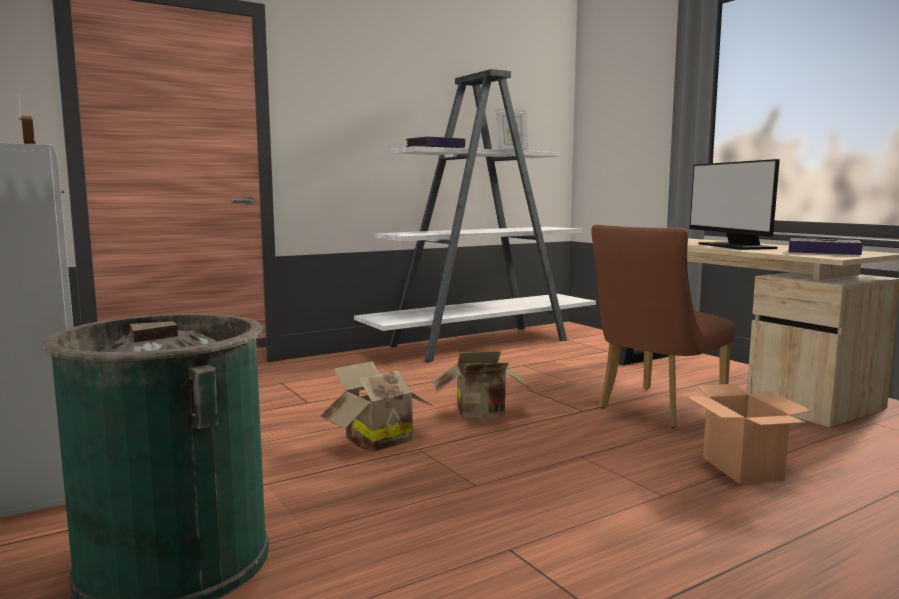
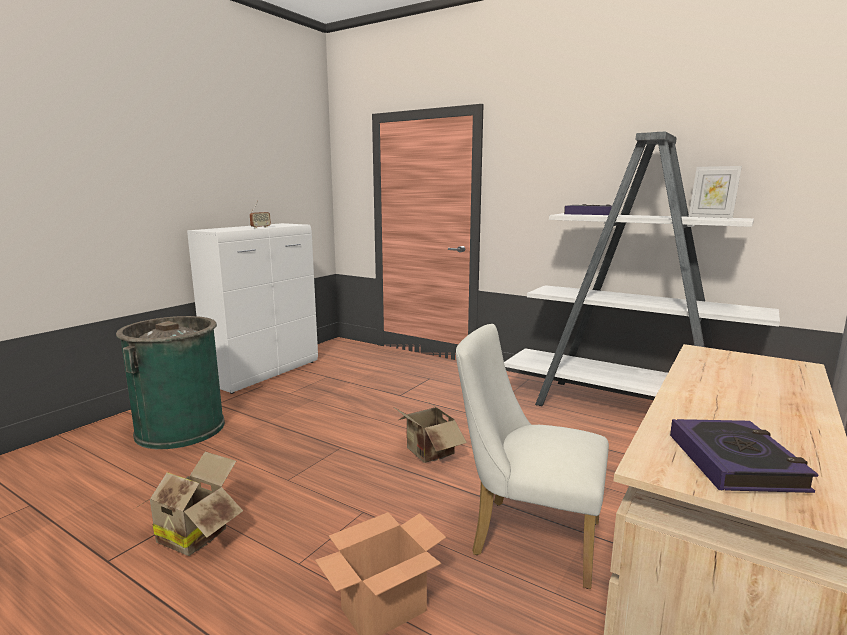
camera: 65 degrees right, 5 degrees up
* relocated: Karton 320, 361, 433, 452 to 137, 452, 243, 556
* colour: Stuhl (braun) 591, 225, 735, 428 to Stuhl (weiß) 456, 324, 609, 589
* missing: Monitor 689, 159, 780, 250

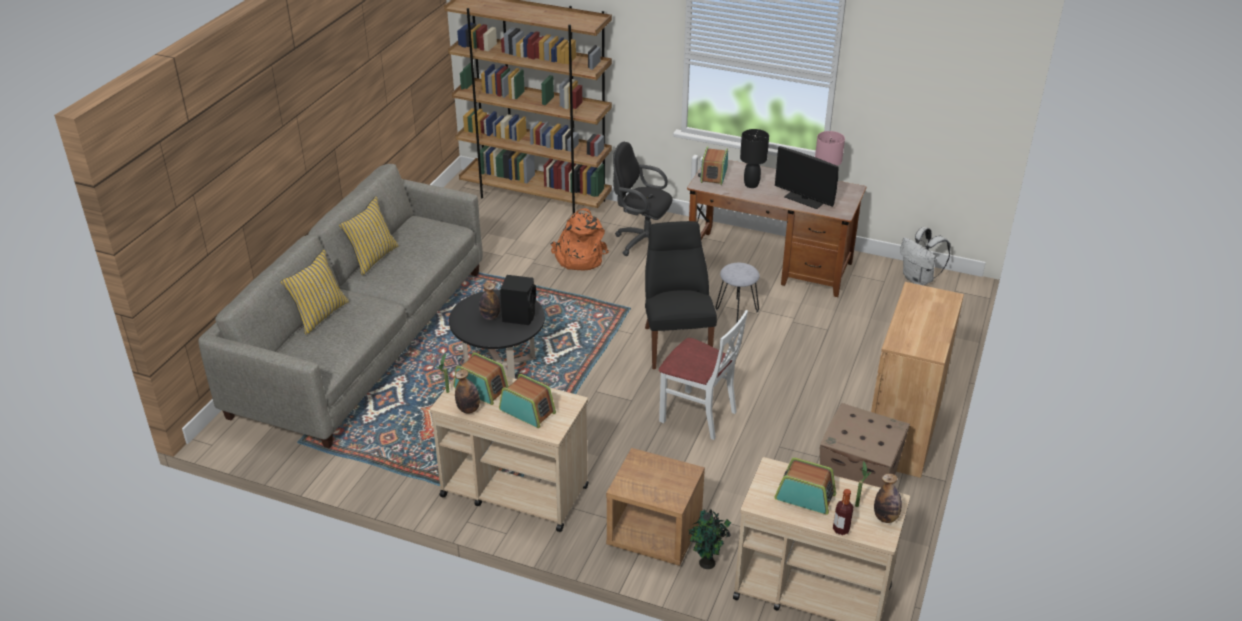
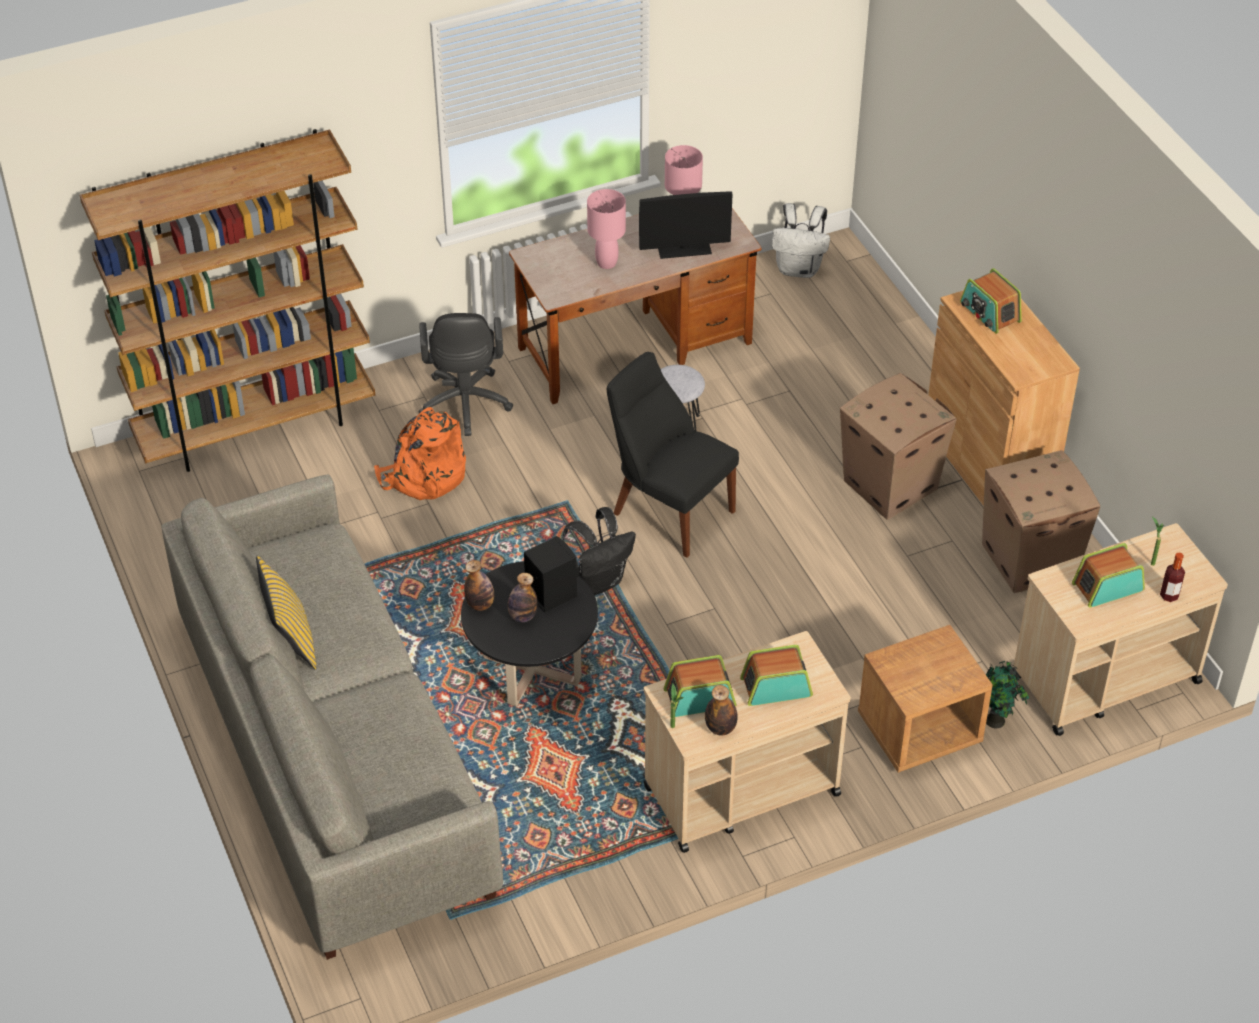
camera: 45 degrees left, 10 degrees up
* missing: Kissen (gelb) 280, 249, 349, 335
* spun: Bürostuhl (schwarz) 613, 142, 673, 256 = 419, 313, 513, 436 75 degrees counterclockwise
* missing: Stuhl (weiß) 659, 310, 748, 440
* relocated: Radio 698, 146, 728, 185 to 960, 268, 1022, 334
* colour: Tischlampe (schwarz) 740, 129, 769, 188 to Tischlampe (rosa) 587, 189, 626, 269
* relocated: Flasche 874, 473, 902, 523 to 464, 560, 494, 611
* appeared: Rucksack (schwarz) 562, 507, 636, 595
* appeared: Karton 840, 373, 957, 520

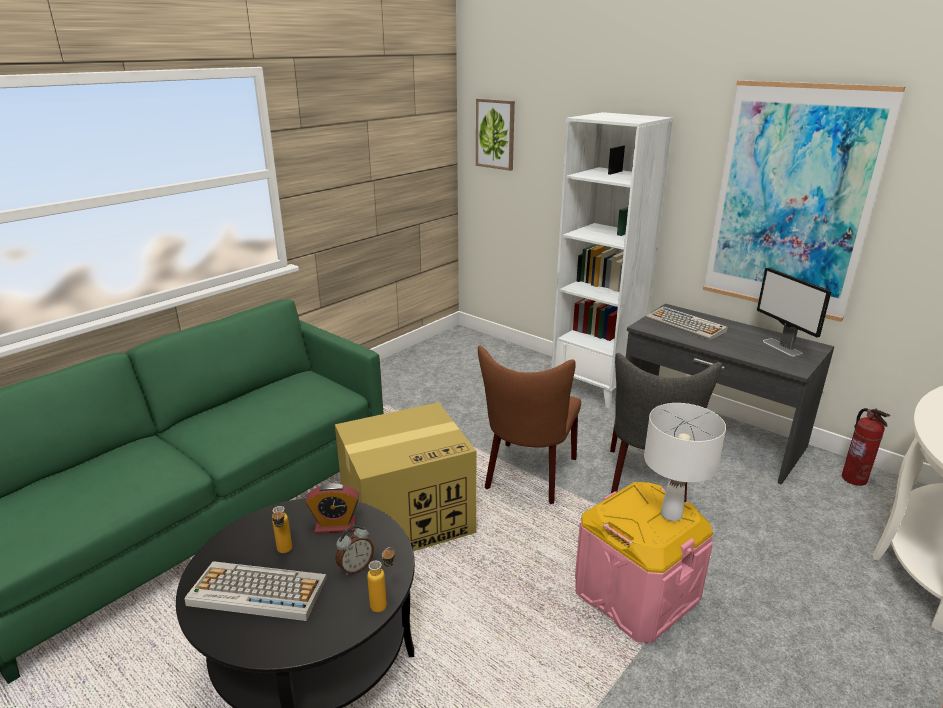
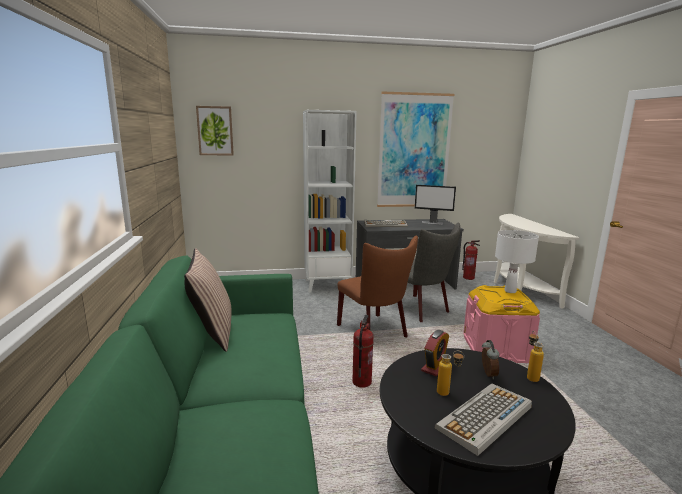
camera: 50 degrees left, 10 degrees down
* exchanged: Karton 335, 402, 476, 551 to Feuerlöscher 352, 315, 374, 388
* appeared: Kissen 184, 248, 231, 352

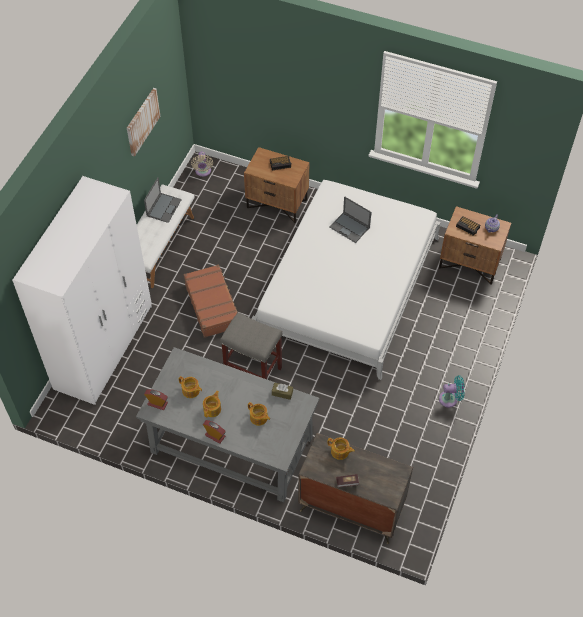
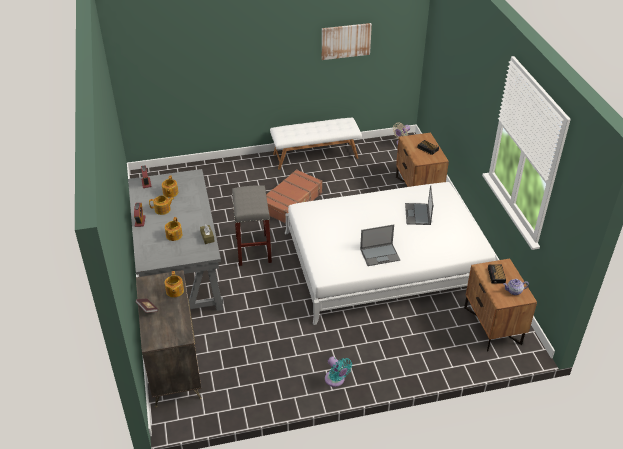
camera: 55 degrees right, 15 degrees down
* missing: Kleiderschrank (weiß) 12, 176, 152, 405
* relocated: Laptop 144, 177, 182, 223 to 360, 224, 400, 266

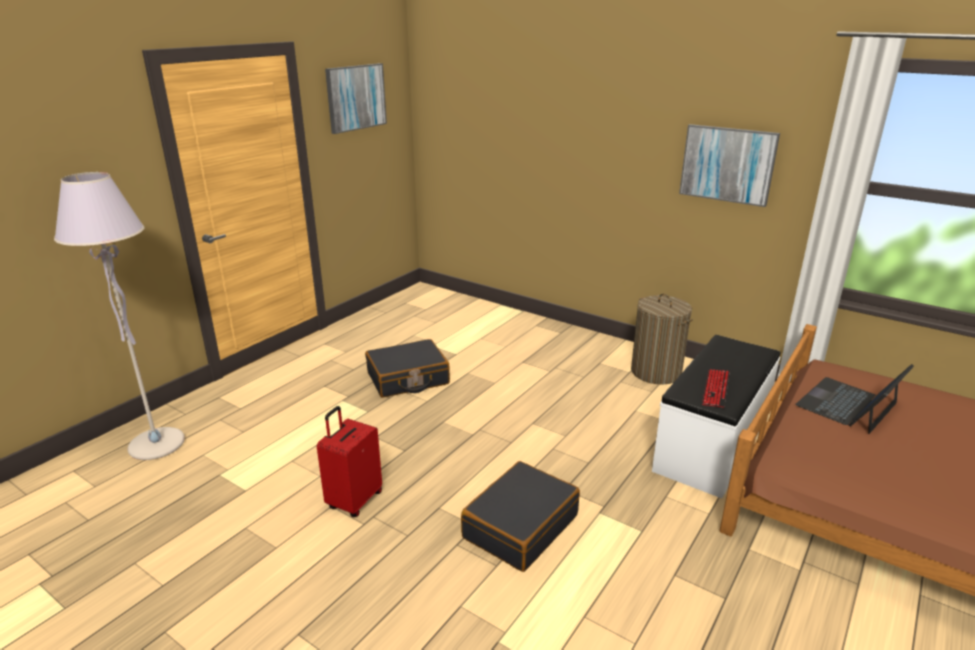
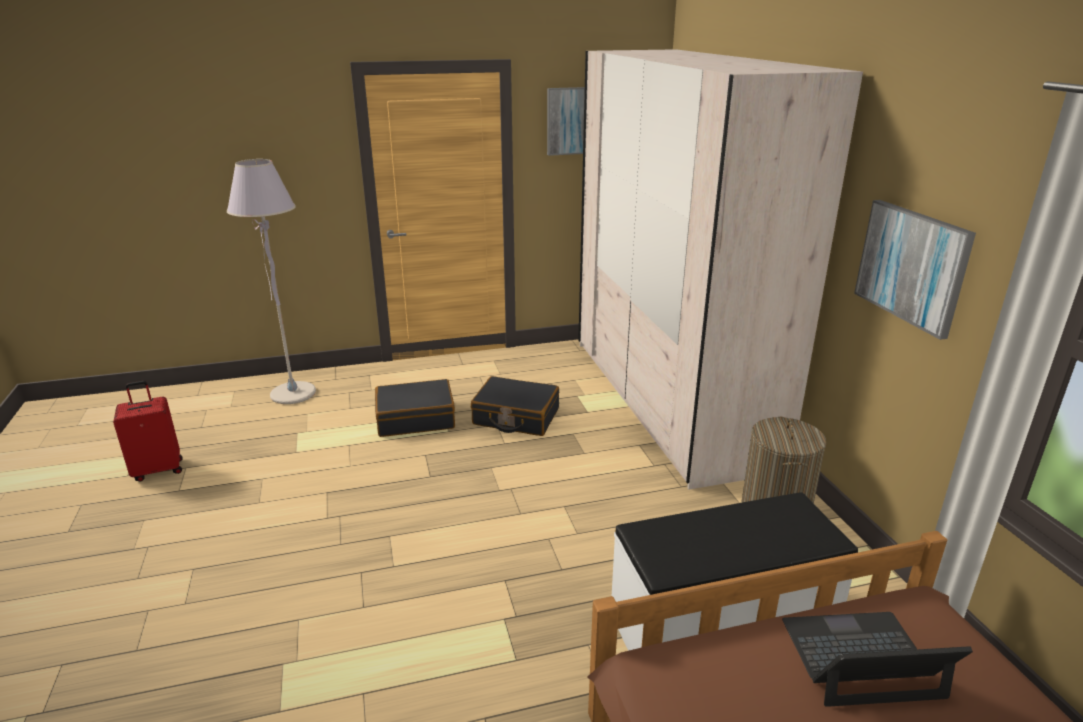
camera: 40 degrees right, 0 degrees up
* relocated: Koffer (rot) 317, 406, 382, 517 to 113, 381, 182, 482
* relocated: Koffer (schwarz) 461, 461, 580, 572 to 375, 379, 455, 437
* missing: Tastatur 702, 369, 729, 407
* appeared: Kleiderschrank (beige) 578, 49, 863, 490

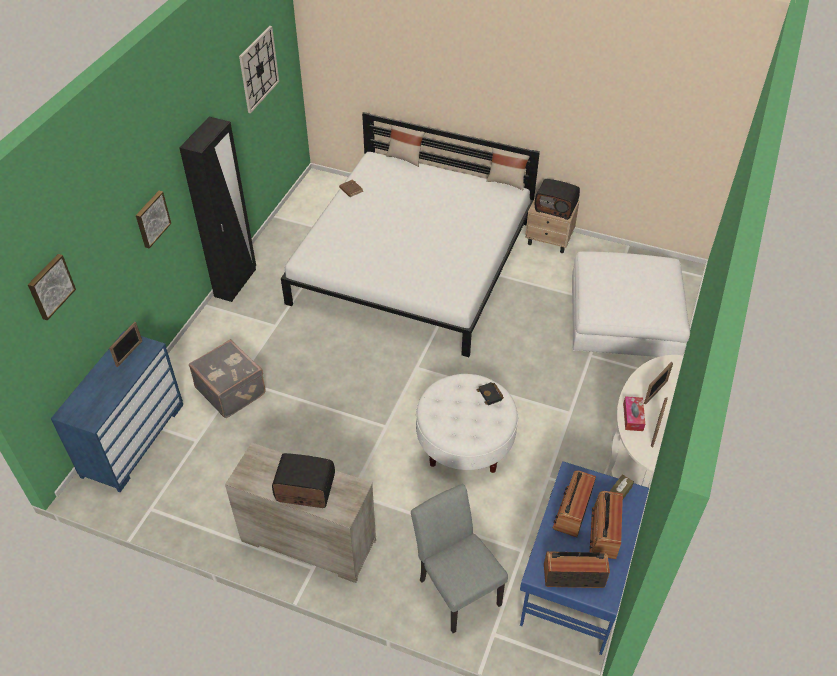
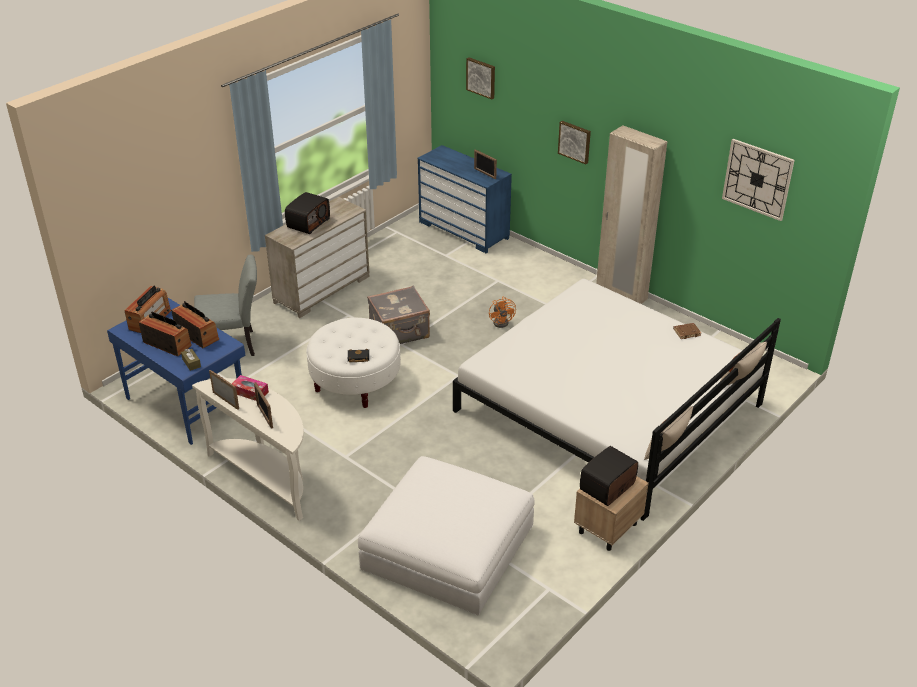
camera: 110 degrees right, 10 degrees down
* colour: Kleiderschrank (schwarz) 179, 117, 256, 302 to Kleiderschrank (beige) 596, 125, 667, 304
* relocated: Koffer (grau) 189, 339, 266, 418 to 367, 286, 430, 344
* appeared: Ventilator (orange) 489, 297, 516, 328

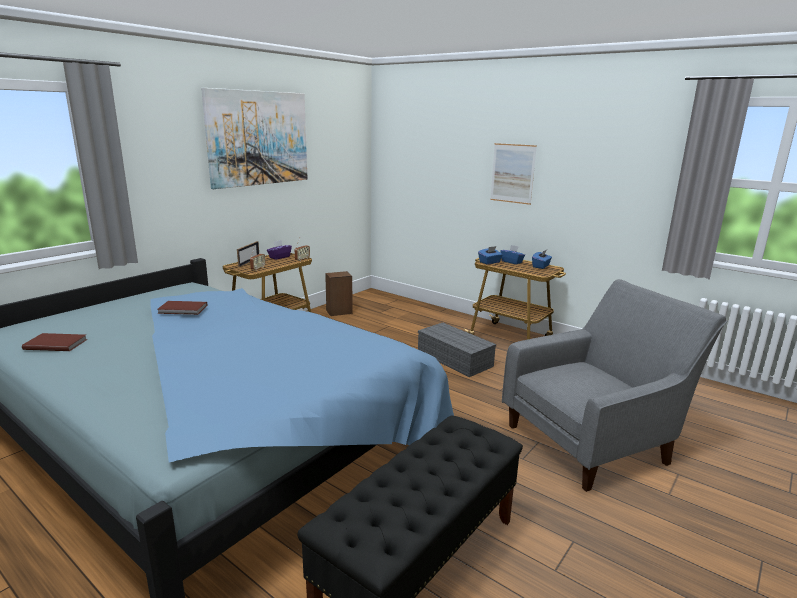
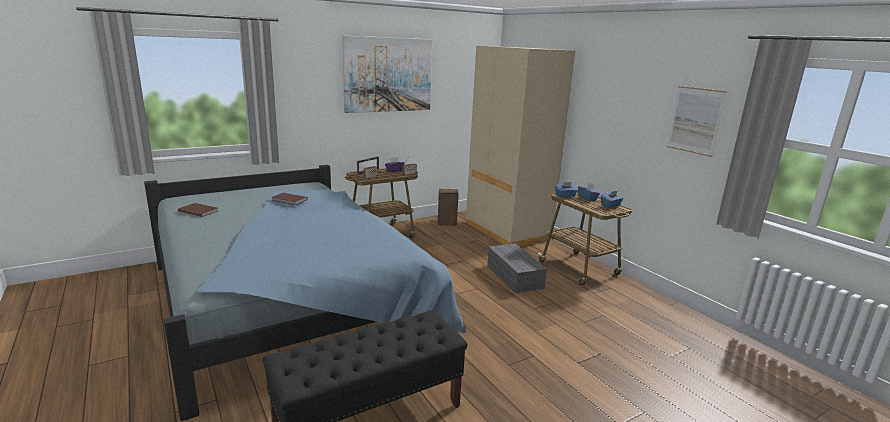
camera: 20 degrees right, 0 degrees up
* relocated: Bild 490, 143, 537, 205 to 667, 86, 727, 157
* missing: Sessel (grau) 502, 279, 727, 492
* appeared: Kleiderschrank (beige) 466, 46, 575, 247

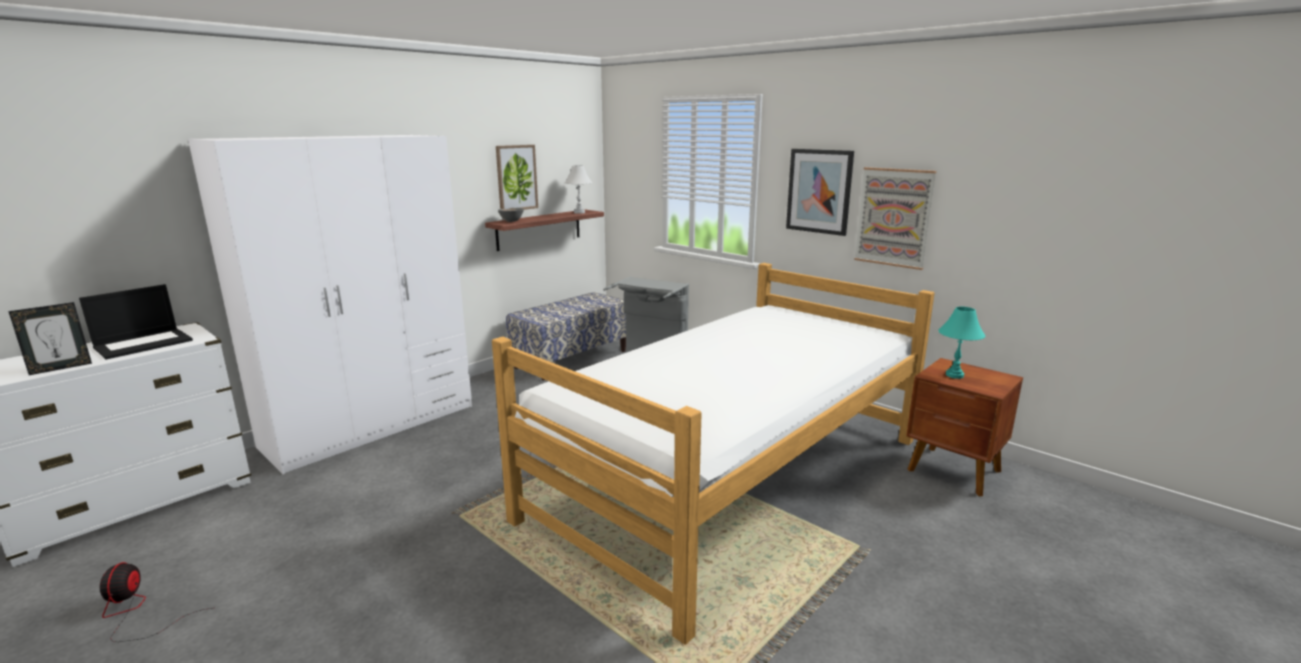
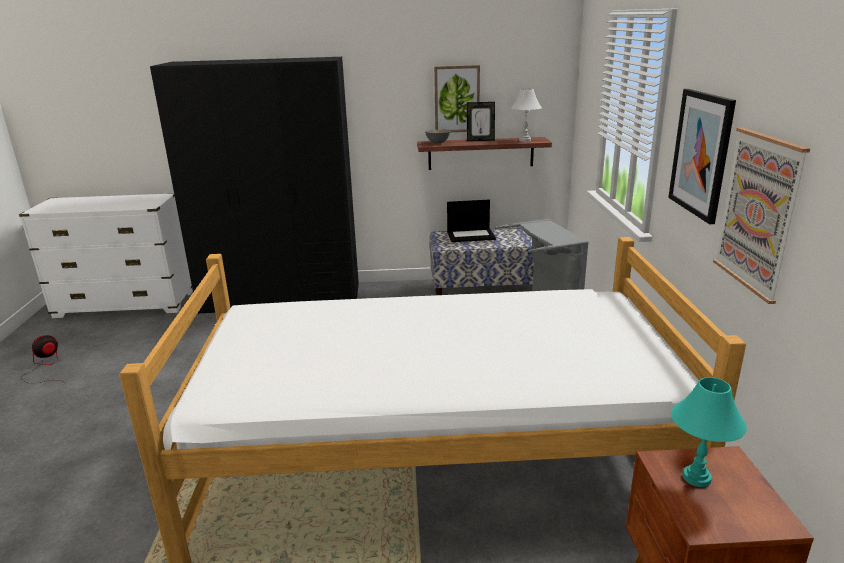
camera: 45 degrees right, 5 degrees up
* relocated: Bilderrahmen 8, 302, 92, 375 to 467, 102, 495, 141
* relocated: Laptop 79, 284, 193, 359 to 447, 200, 496, 242
* colour: Kleiderschrank (weiß) 188, 135, 472, 474 to Kleiderschrank (schwarz) 150, 56, 359, 314

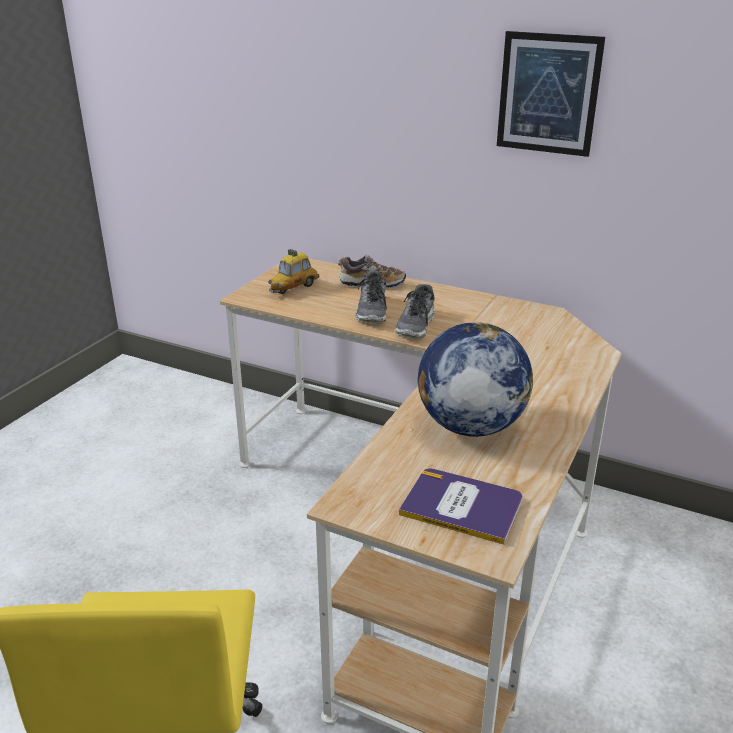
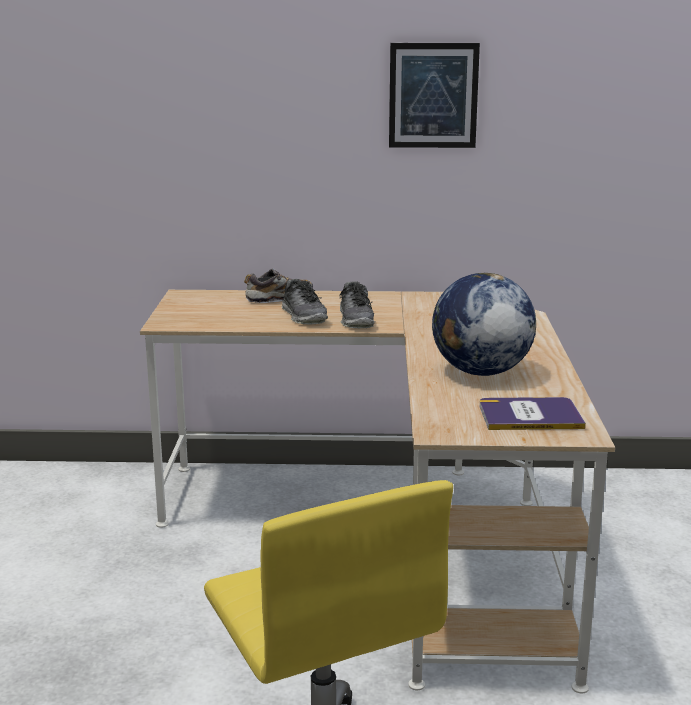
camera: 25 degrees left, 10 degrees down
* missing: Spielzeugauto 268, 249, 320, 294

